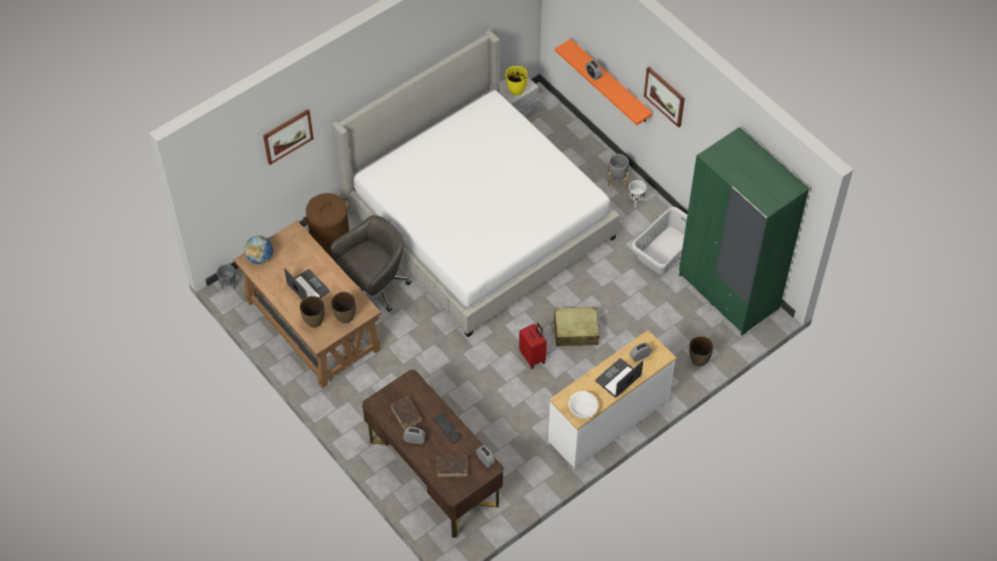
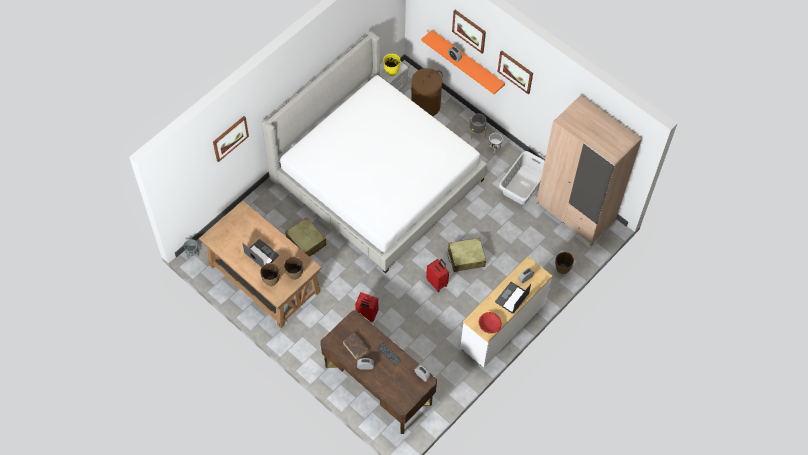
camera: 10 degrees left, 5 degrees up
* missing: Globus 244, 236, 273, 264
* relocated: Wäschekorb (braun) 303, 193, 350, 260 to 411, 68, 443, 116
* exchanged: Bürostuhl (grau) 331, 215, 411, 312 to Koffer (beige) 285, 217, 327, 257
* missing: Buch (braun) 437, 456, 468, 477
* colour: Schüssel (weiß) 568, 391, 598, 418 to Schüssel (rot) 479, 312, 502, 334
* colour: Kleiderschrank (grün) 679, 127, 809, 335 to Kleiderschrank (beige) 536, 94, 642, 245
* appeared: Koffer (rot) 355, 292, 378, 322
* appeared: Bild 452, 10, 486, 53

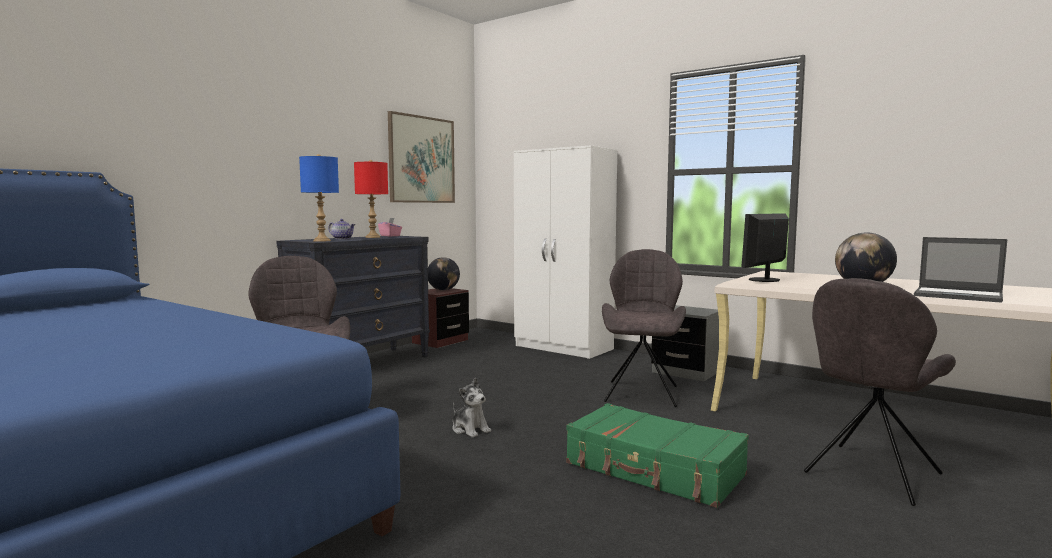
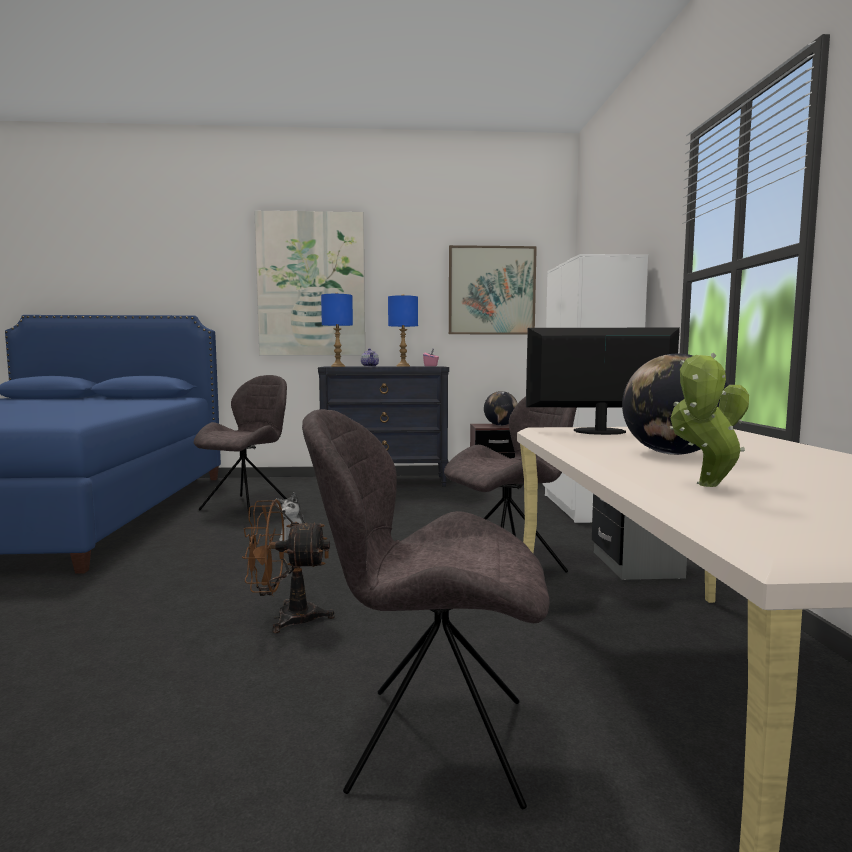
camera: 50 degrees right, 0 degrees up
* colour: Tischlampe (rot) 354, 160, 388, 238 to Tischlampe (blau) 388, 294, 418, 367
* exchanged: Koffer (grün) 566, 403, 749, 508 to Ventilator (braun) 242, 499, 335, 633
* exchanged: Laptop 914, 237, 1007, 303 to Topfpflanze 670, 353, 749, 487
* appeared: Bild 254, 210, 365, 355

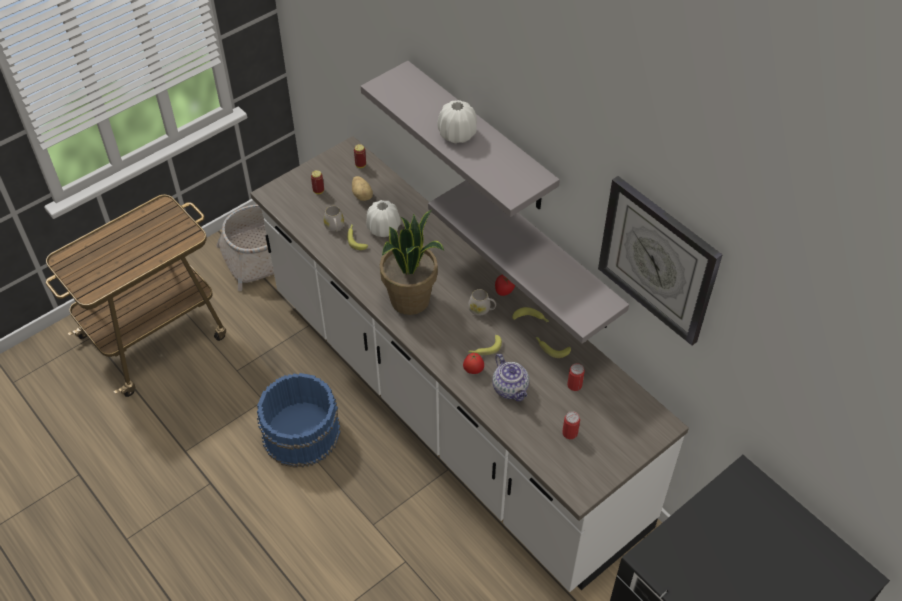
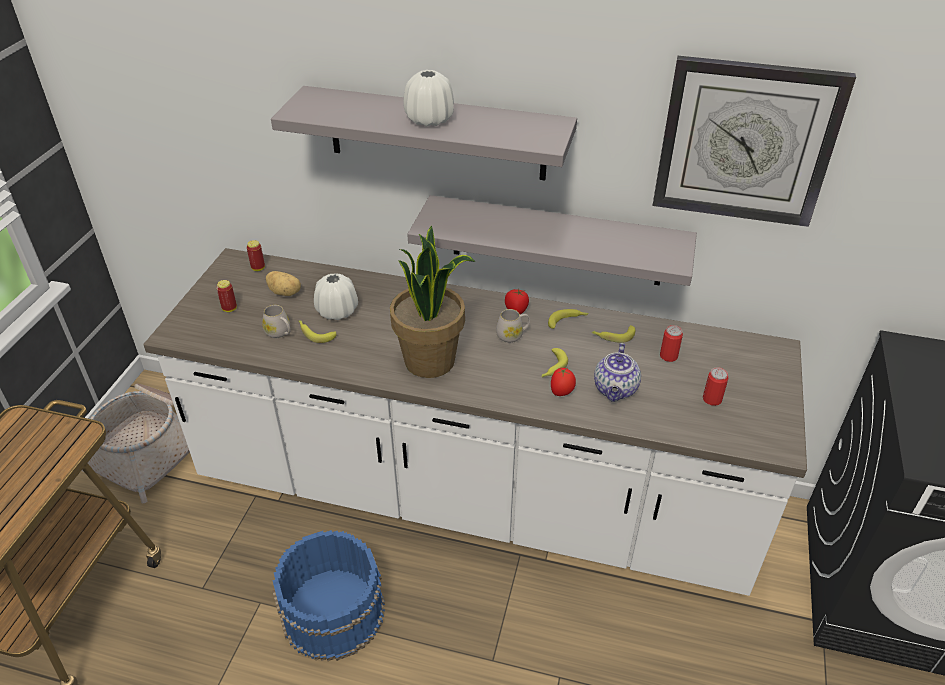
camera: 35 degrees left, 10 degrees down
* spun: Teekanne 492, 354, 529, 401 = 594, 343, 641, 402 75 degrees clockwise

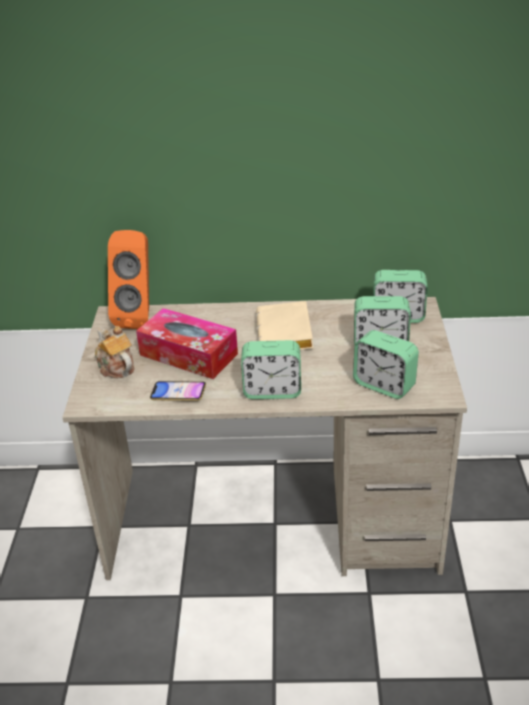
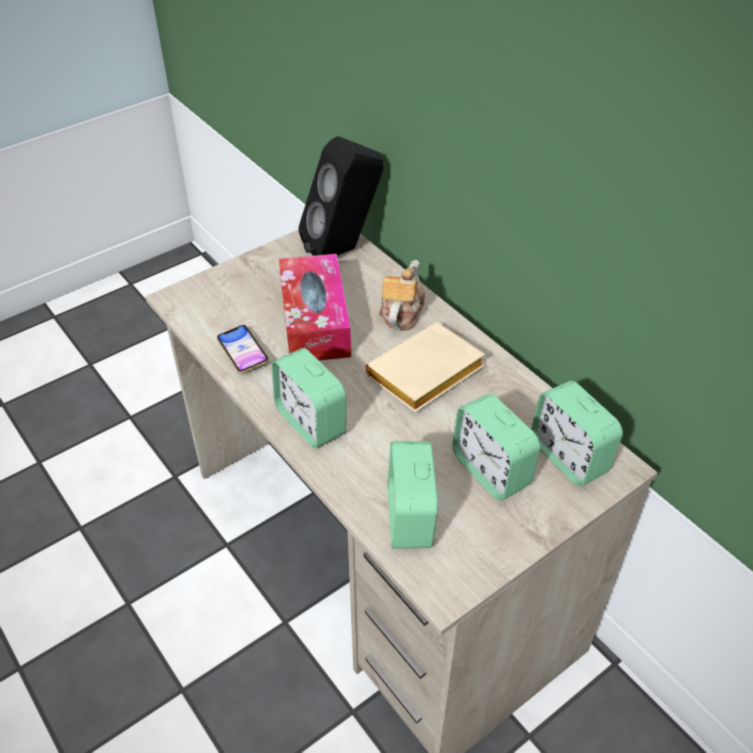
camera: 50 degrees right, 10 degrees up
* relocated: Teekanne 95, 326, 135, 378 to 379, 260, 425, 331
* colour: Lautsprecher (orange) 108, 230, 149, 329 to Lautsprecher (schwarz) 298, 136, 384, 256

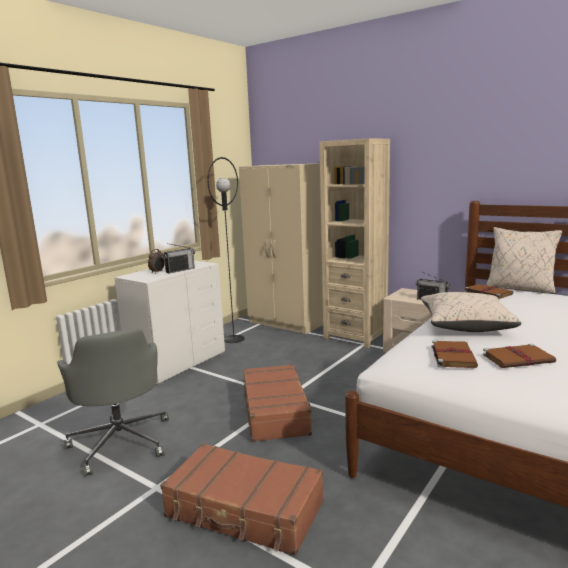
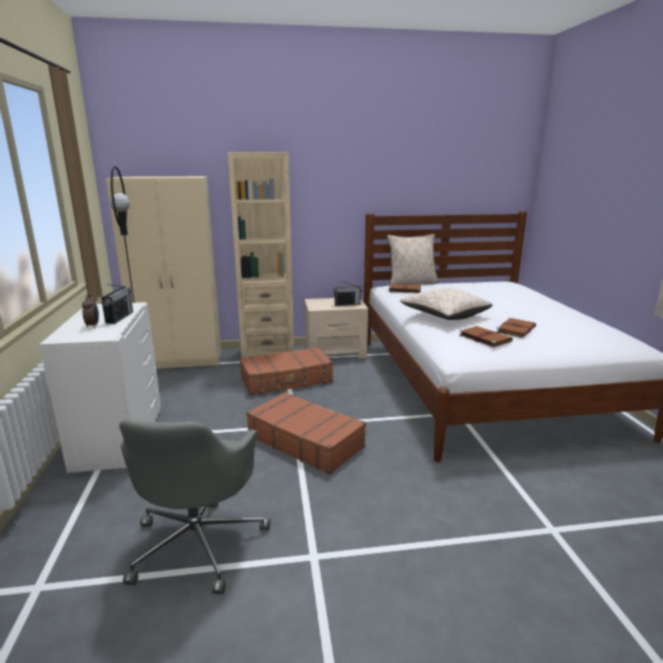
camera: 45 degrees left, 5 degrees up
* spun: Bürostuhl (grau) 57, 328, 169, 476 = 119, 419, 270, 594 75 degrees clockwise
* relocated: Koffer (braun) 160, 443, 324, 556 to 240, 347, 333, 396

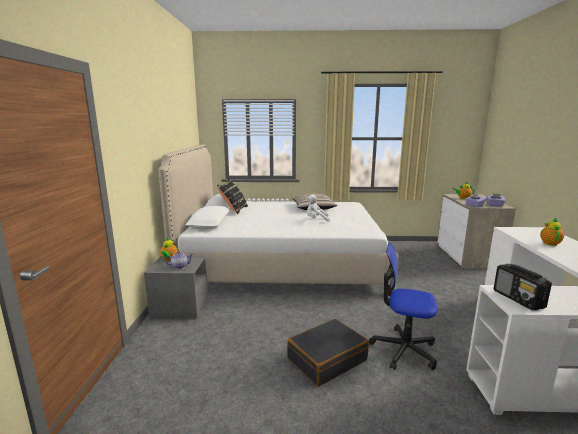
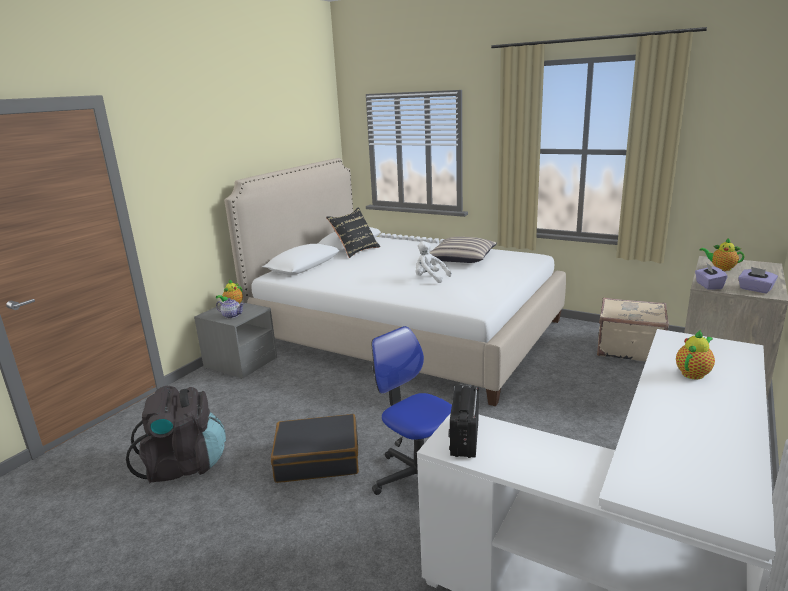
camera: 30 degrees right, 5 degrees up
* appeared: Rucksack (schwarz) 126, 386, 226, 483
* appeared: Koffer (beige) 597, 298, 669, 361

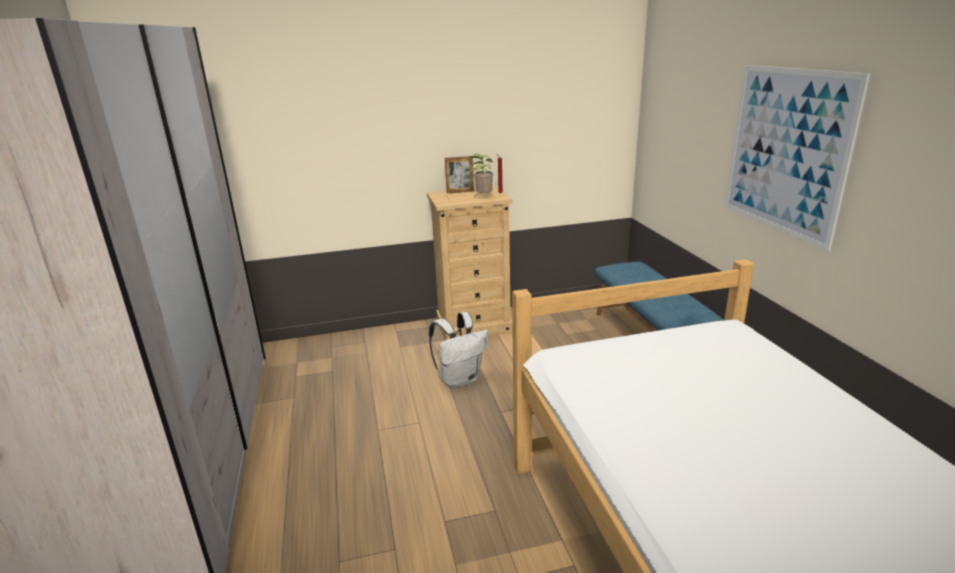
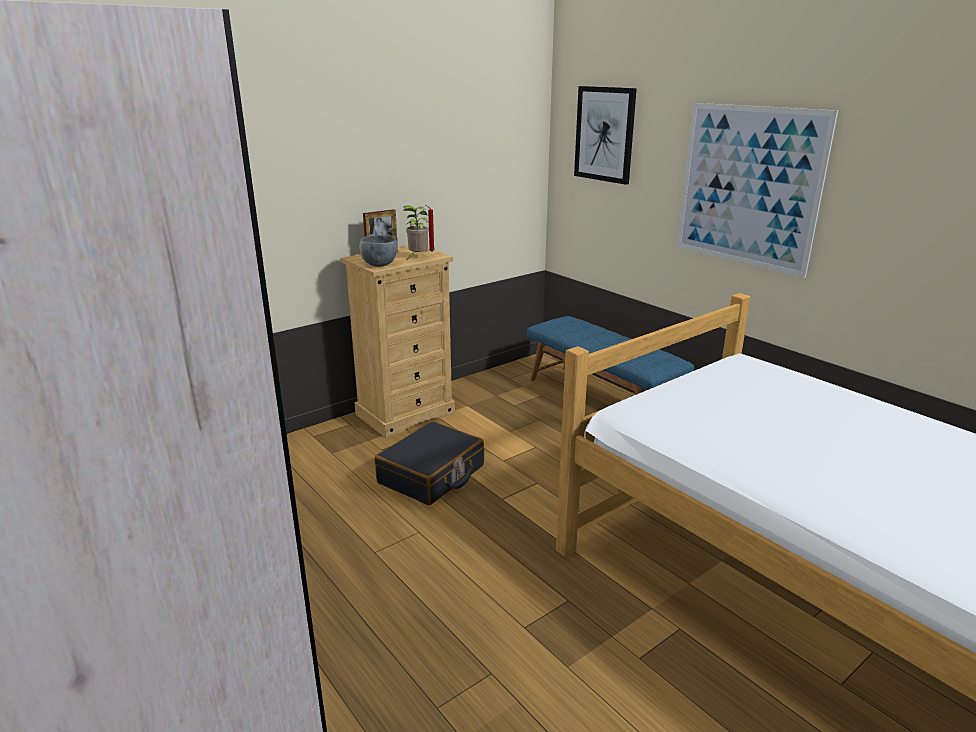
camera: 25 degrees left, 0 degrees up
* exchanged: Rucksack (weiß) 429, 312, 488, 389 to Koffer (schwarz) 374, 421, 484, 505
* appeared: Schüssel (grau) 359, 235, 398, 267
* appeared: Bild 574, 86, 637, 185

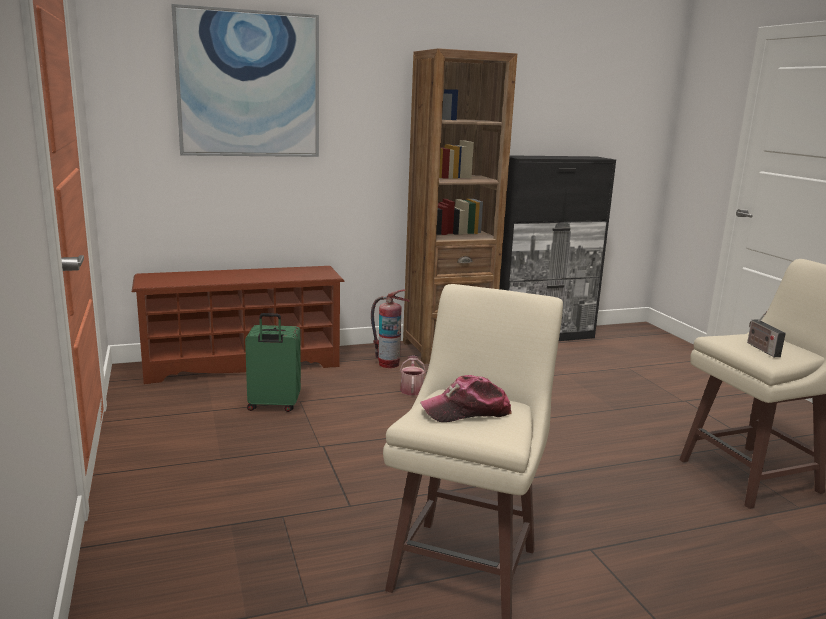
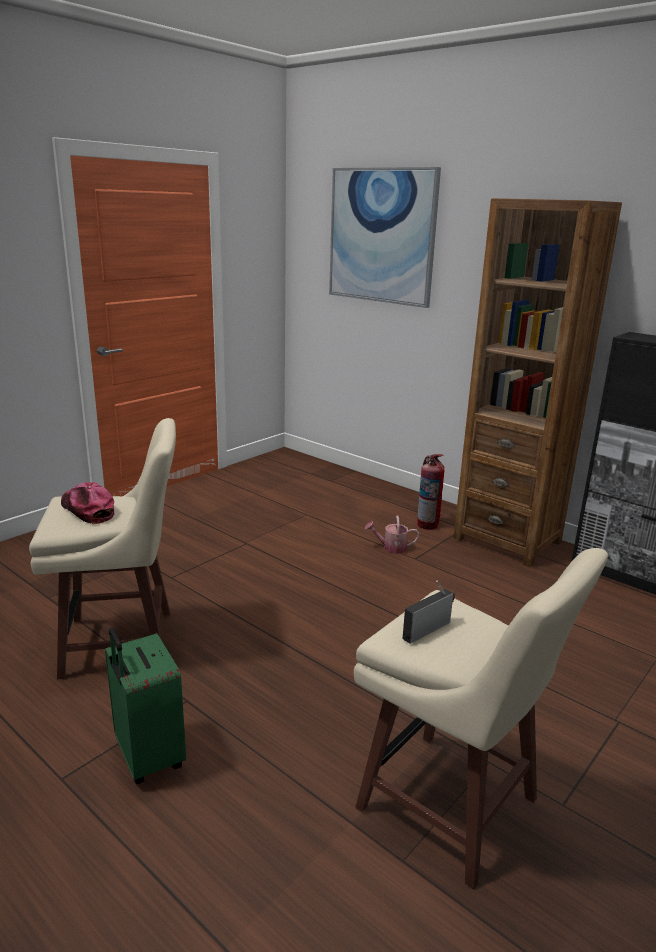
camera: 60 degrees right, 5 degrees up
* missing: Schuhregal (braun) 132, 266, 345, 384
* relocated: Koffer (grün) 245, 313, 301, 412 to 105, 628, 186, 784
* spun: Gießkanne 400, 356, 426, 396 = 365, 515, 420, 554 150 degrees counterclockwise

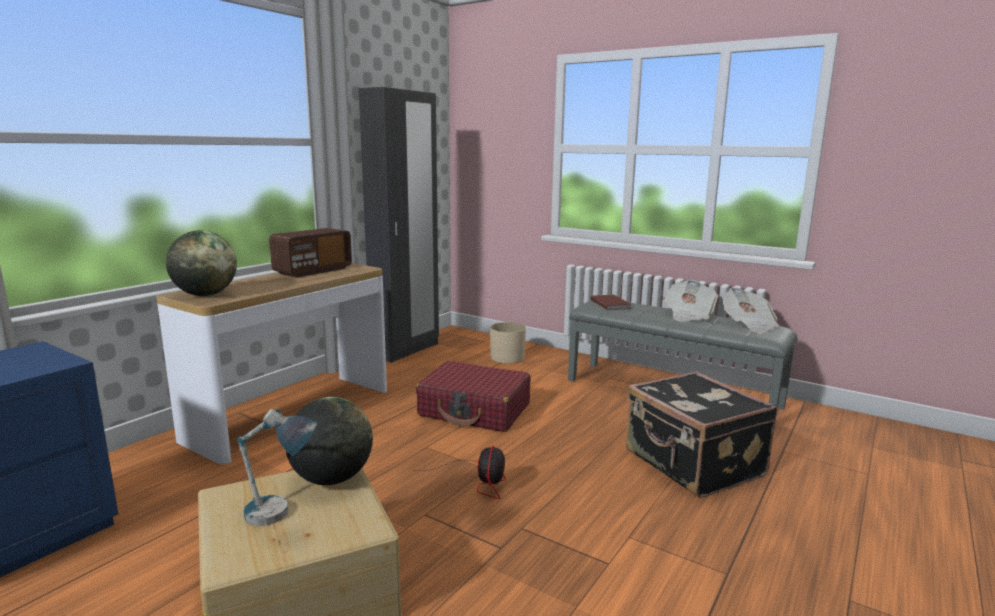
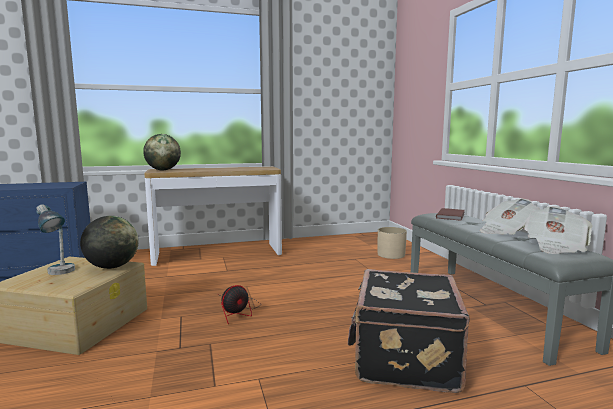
camera: 40 degrees right, 5 degrees down
* missing: Radio 269, 228, 352, 278
* missing: Kleiderschrank (schwarz) 359, 87, 439, 363
* missing: Koffer (rot) 416, 361, 531, 432

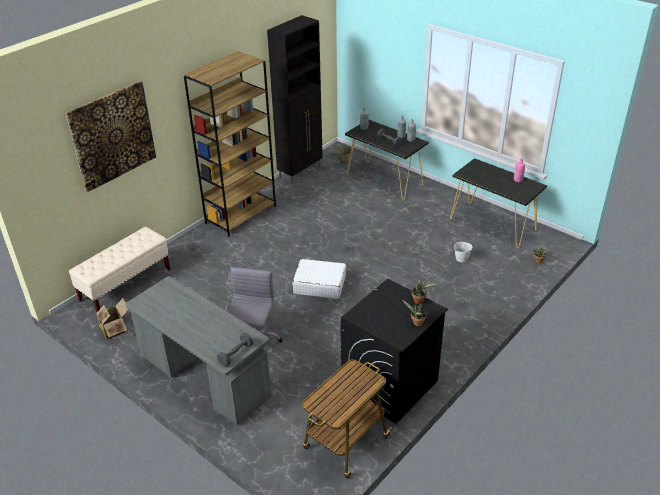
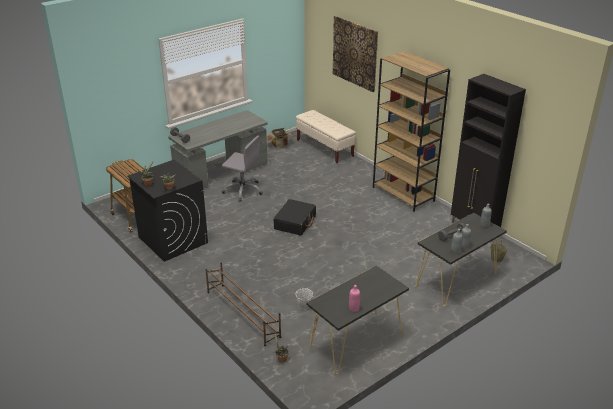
camera: 100 degrees right, 5 degrees down
* colour: Koffer (weiß) 292, 259, 346, 299 to Koffer (schwarz) 274, 199, 316, 236
* appeared: Schuhregal (braun) 205, 262, 281, 346

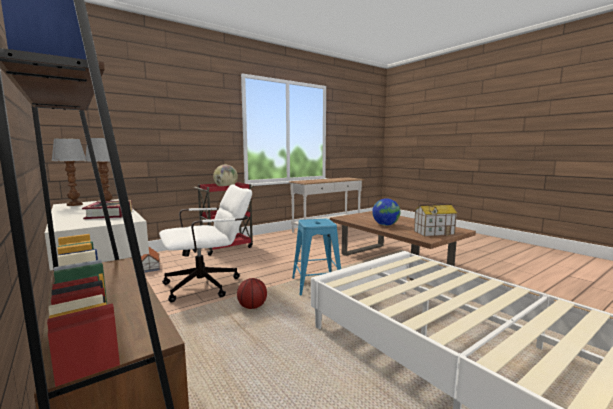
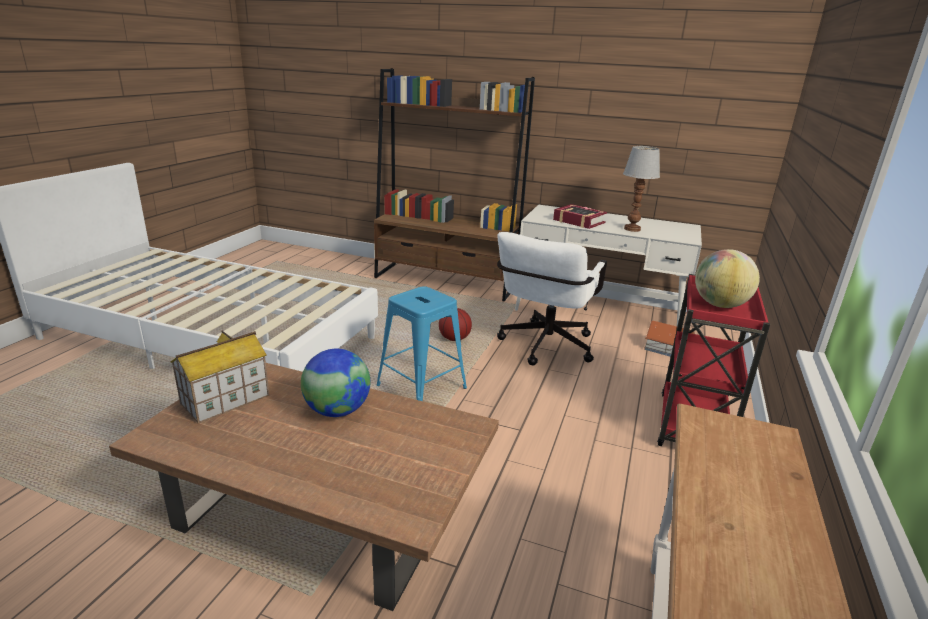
camera: 145 degrees right, 15 degrees up
* missing: Tischlampe 51, 138, 85, 206

